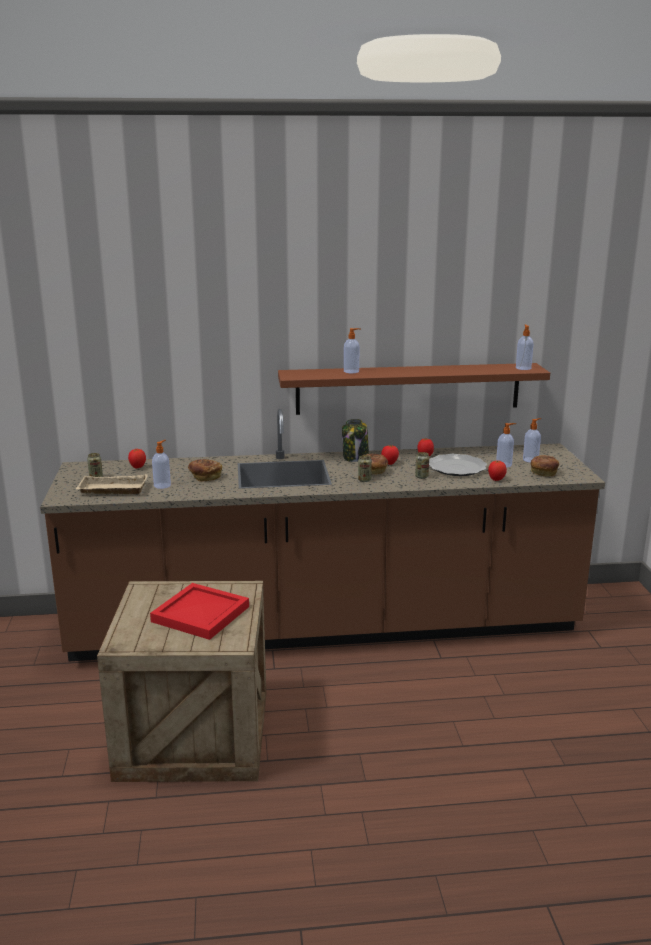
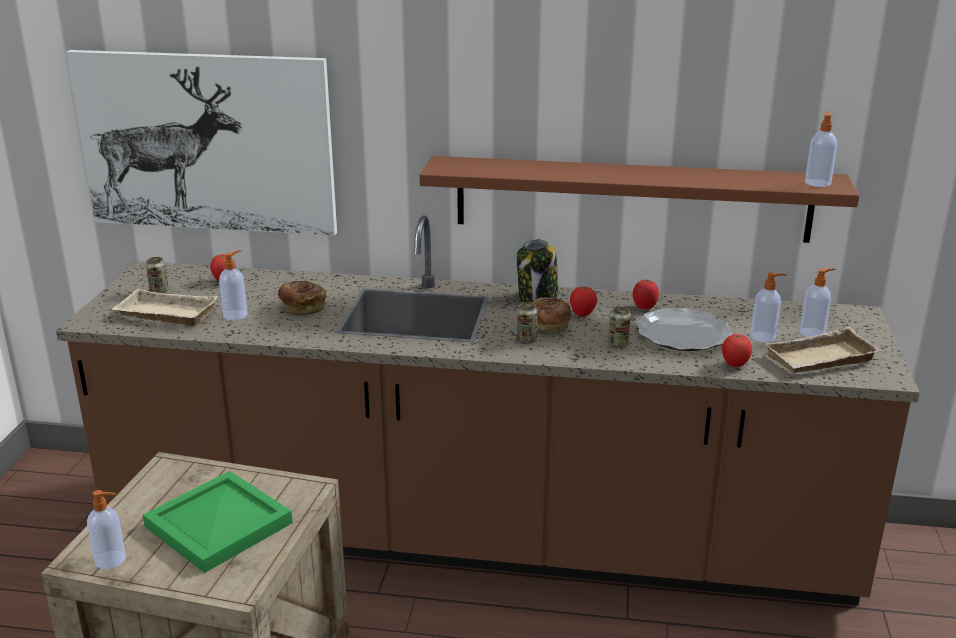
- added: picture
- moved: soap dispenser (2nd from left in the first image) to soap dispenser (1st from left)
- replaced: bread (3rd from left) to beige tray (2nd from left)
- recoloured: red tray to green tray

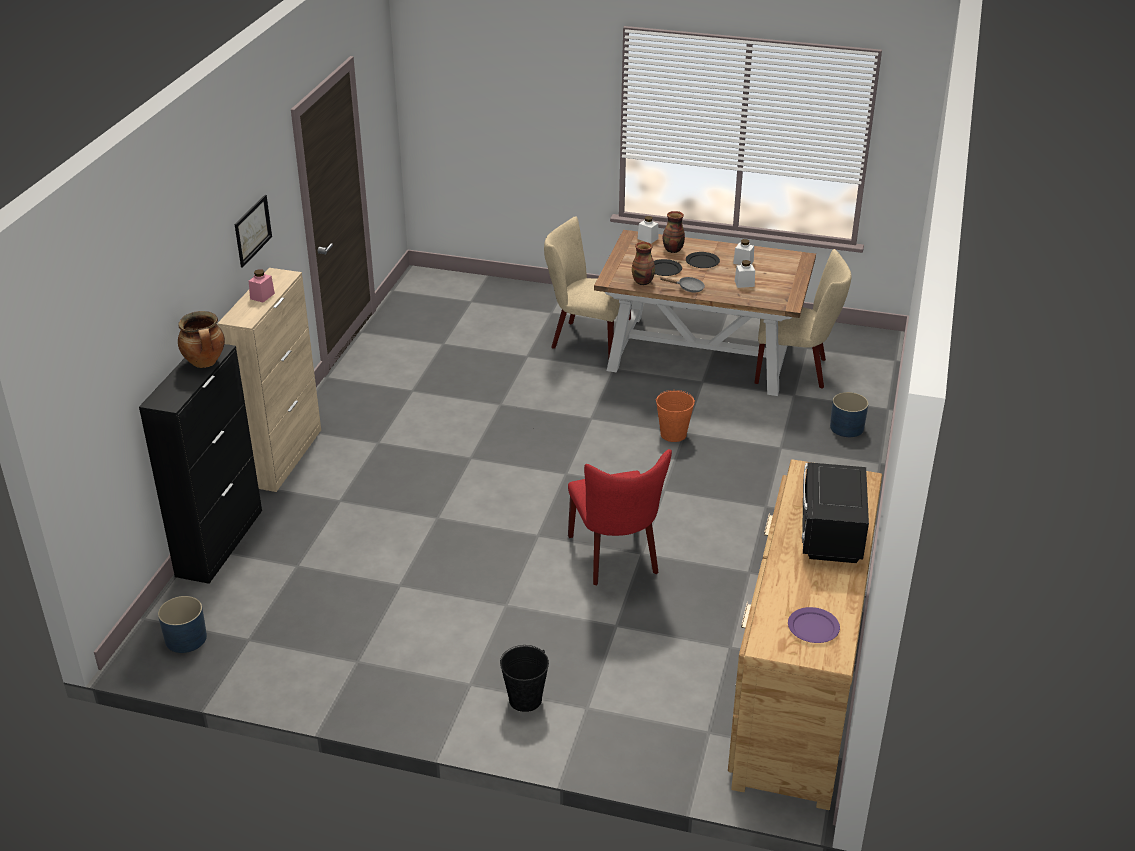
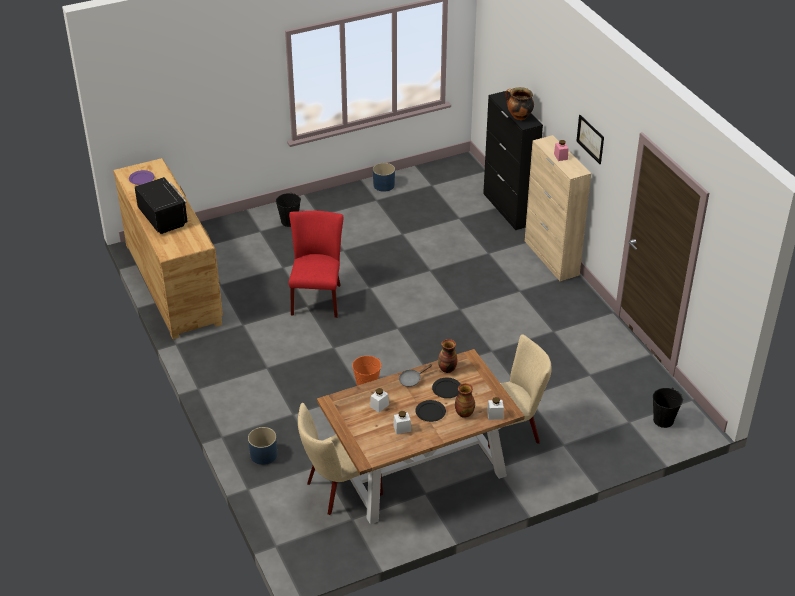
- added: black bucket (2nd from left)
- moved: blue planter (1st from left in the first image) to blue planter (2nd from left)
- turned: red chair 60 degrees clockwise

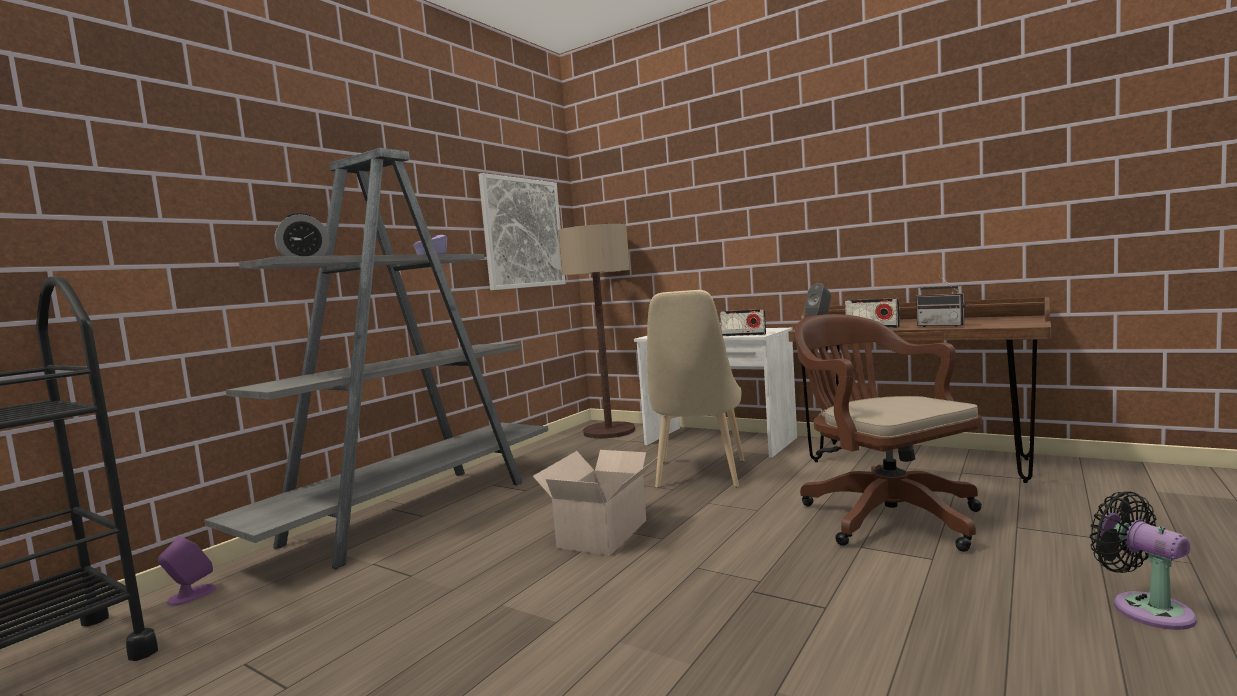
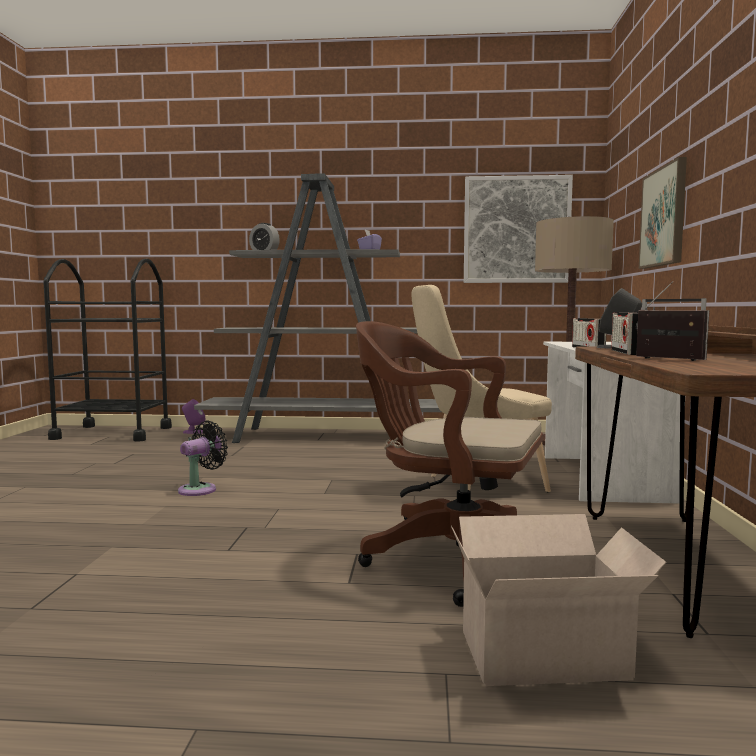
- added: picture (2nd from left)
- moved: cardboard box
- moved: black fan
- turned: brown office chair 105 degrees counterclockwise
- turned: radio (3rd from left) 120 degrees clockwise

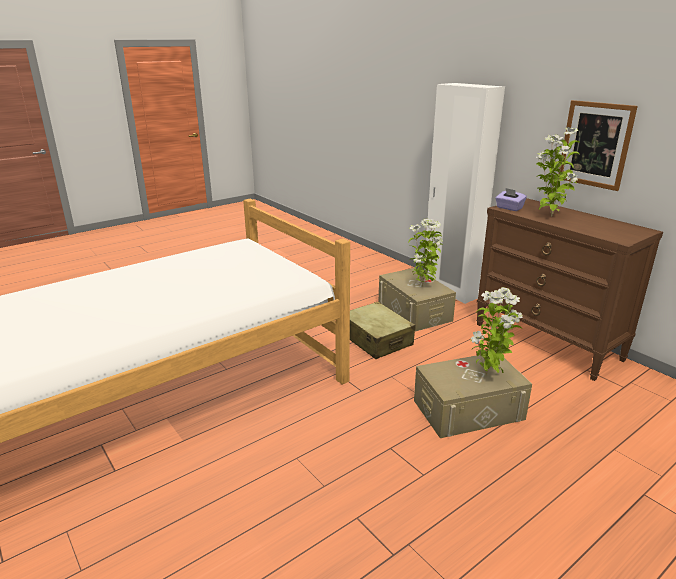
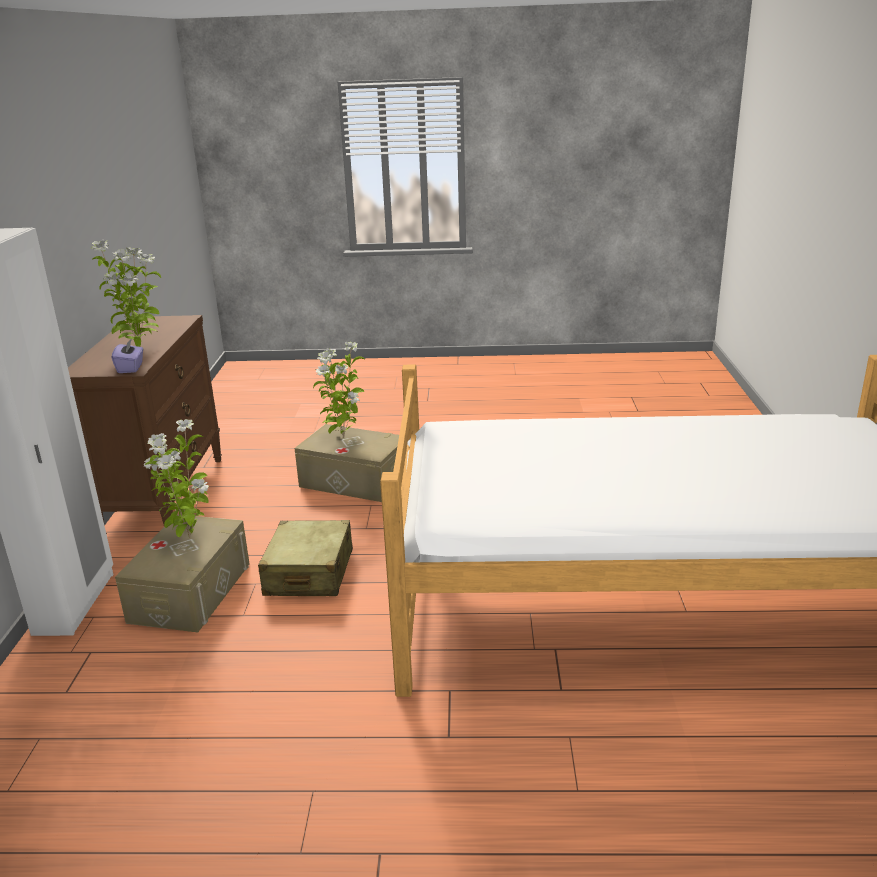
- removed: picture

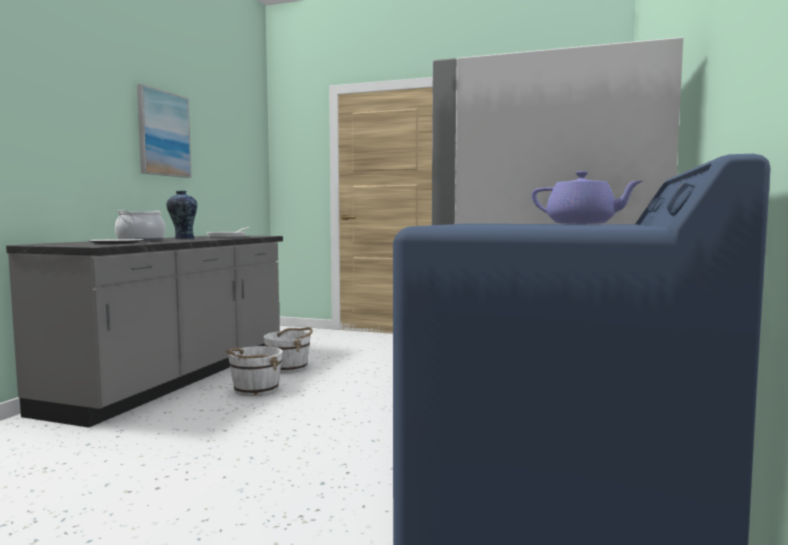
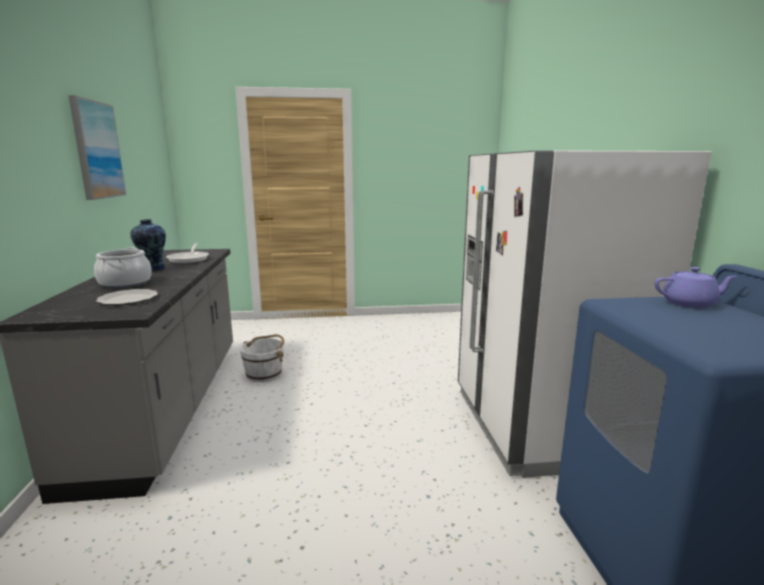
- removed: white bucket (1st from left)

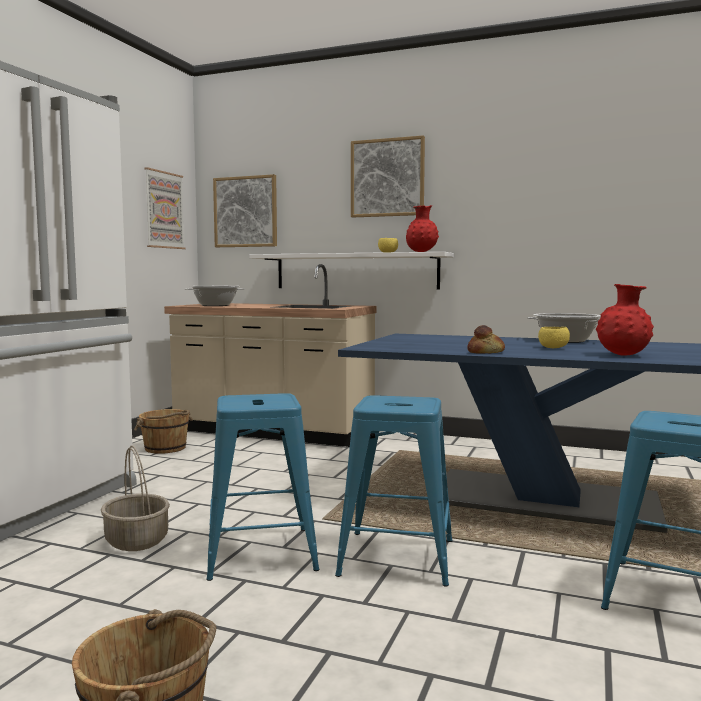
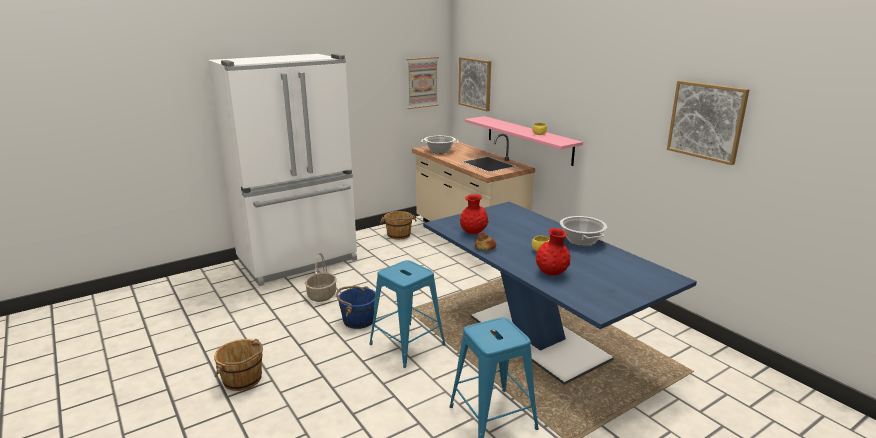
- moved: picture (3rd from left)
- moved: red vase (1st from left)
- replaced: blue stool (1st from left) to blue bucket
- recoloured: white shelf to pink shelf

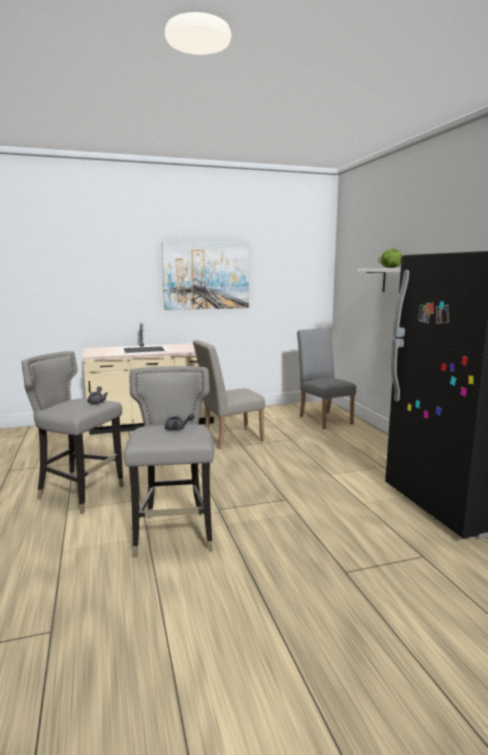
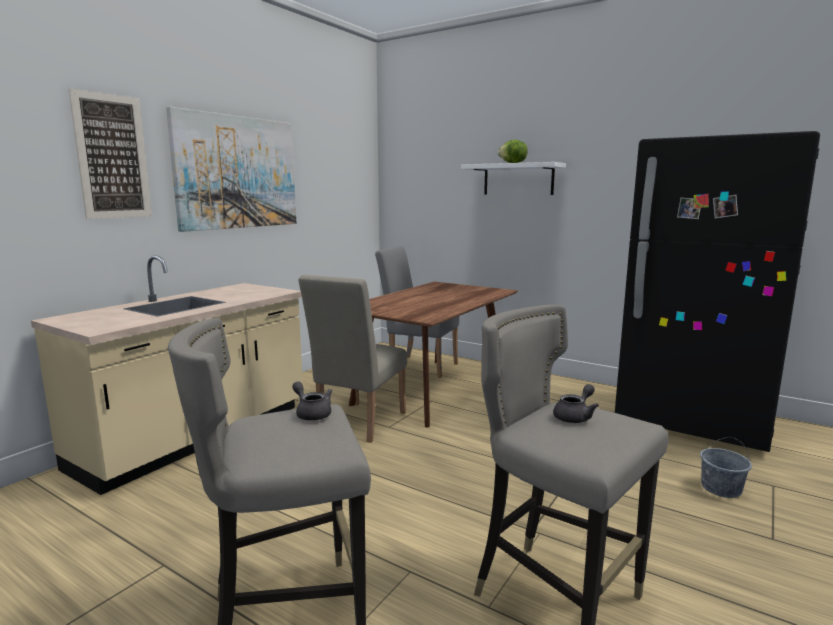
- added: picture (1st from left)
- added: brown dining table
- added: grey bucket

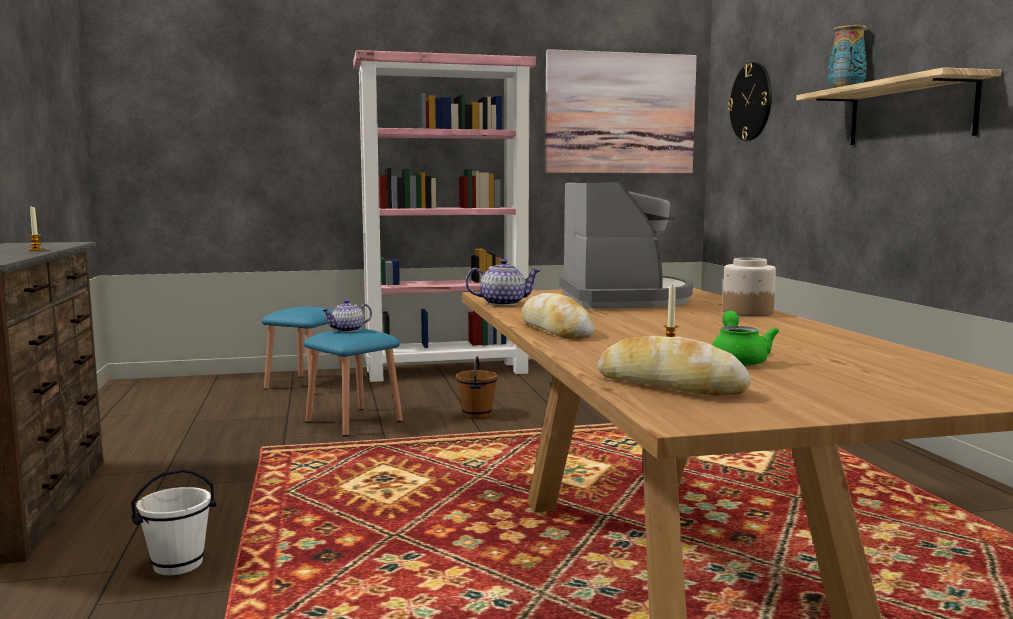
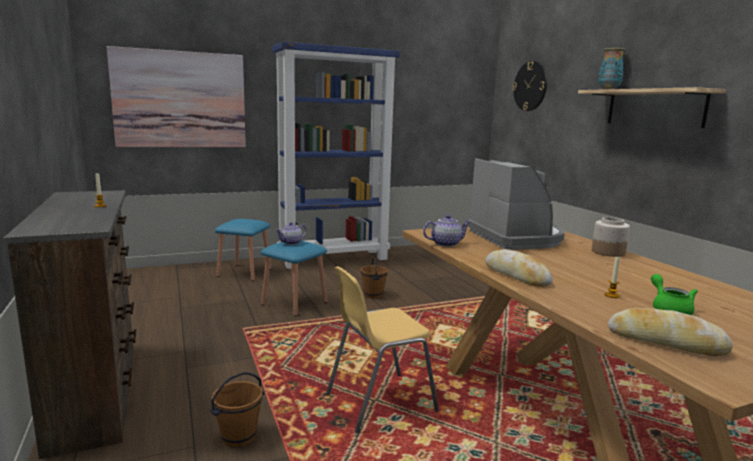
- added: yellow chair
- moved: picture
- recoloured: white bucket to brown bucket (1st from left)
- recoloured: pink bookcase to blue bookcase

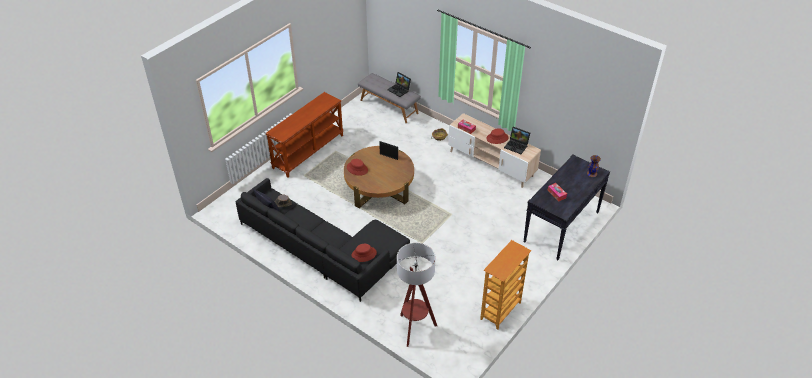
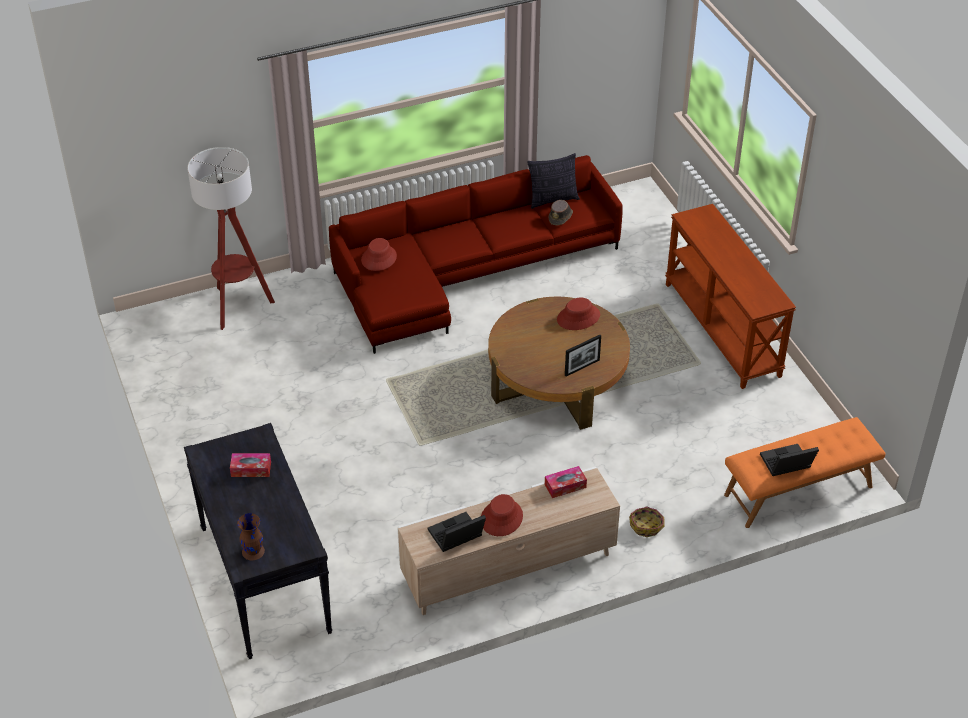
- removed: bookcase
- recoloured: black sofa to red sofa
- recoloured: grey bench to orange bench

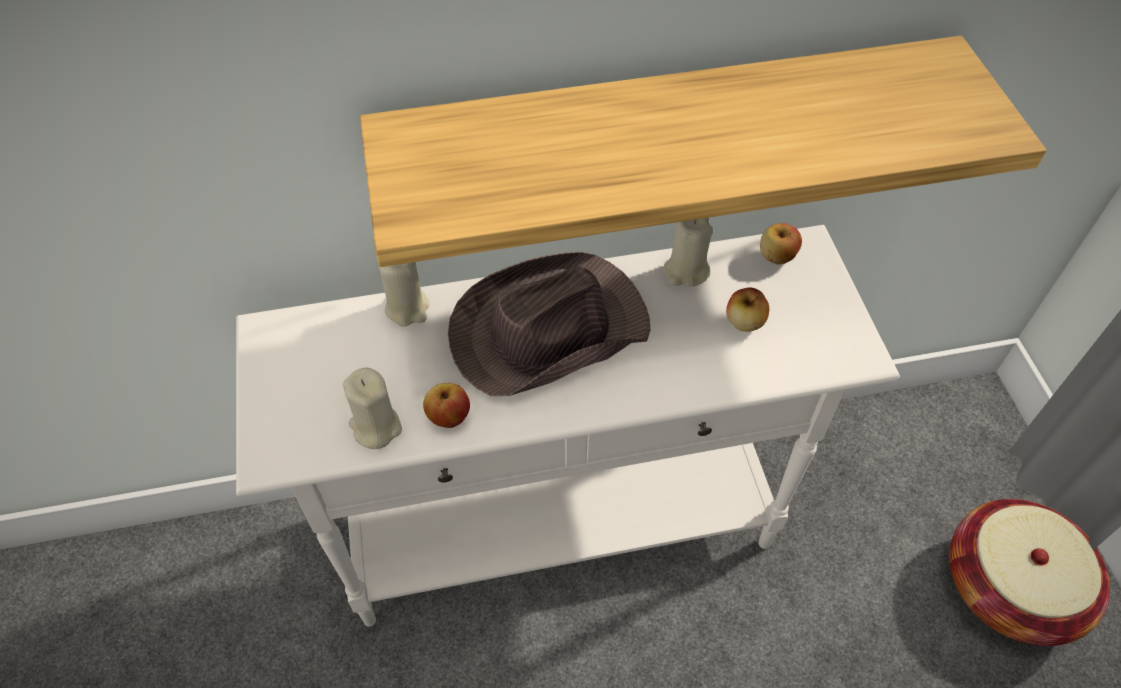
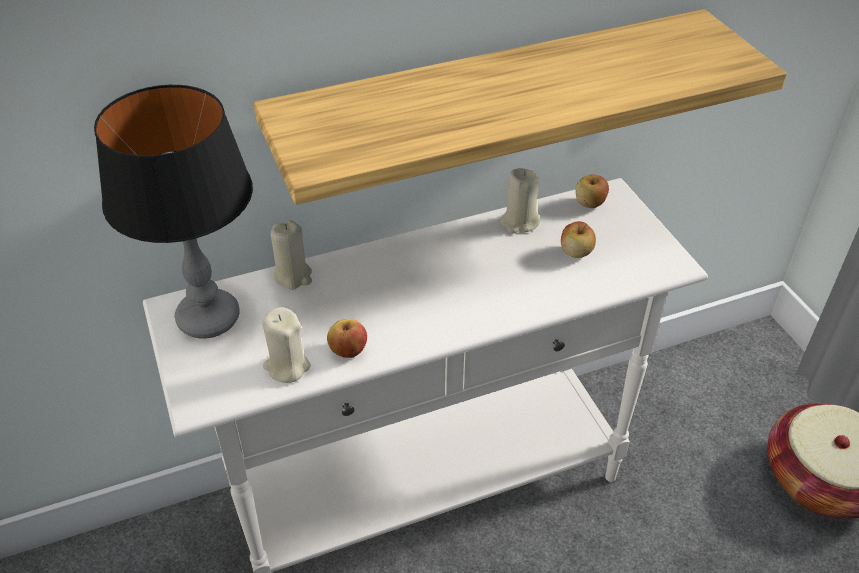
- removed: brown hat
- added: table lamp

